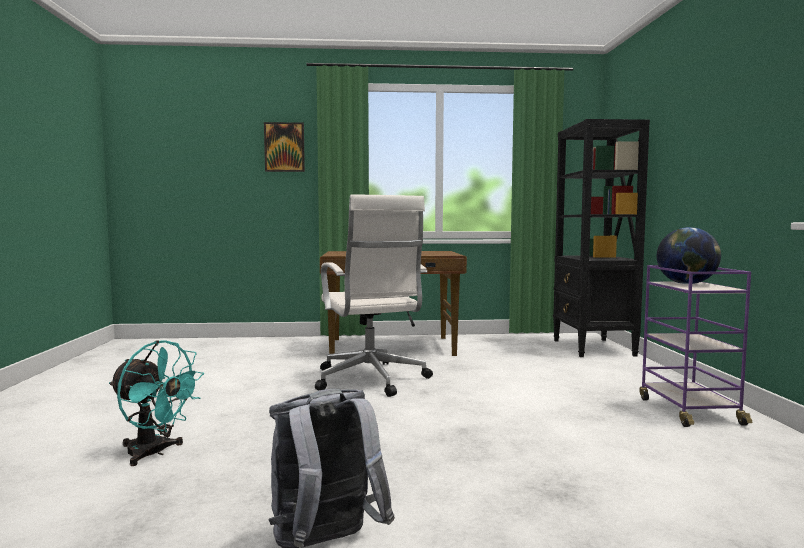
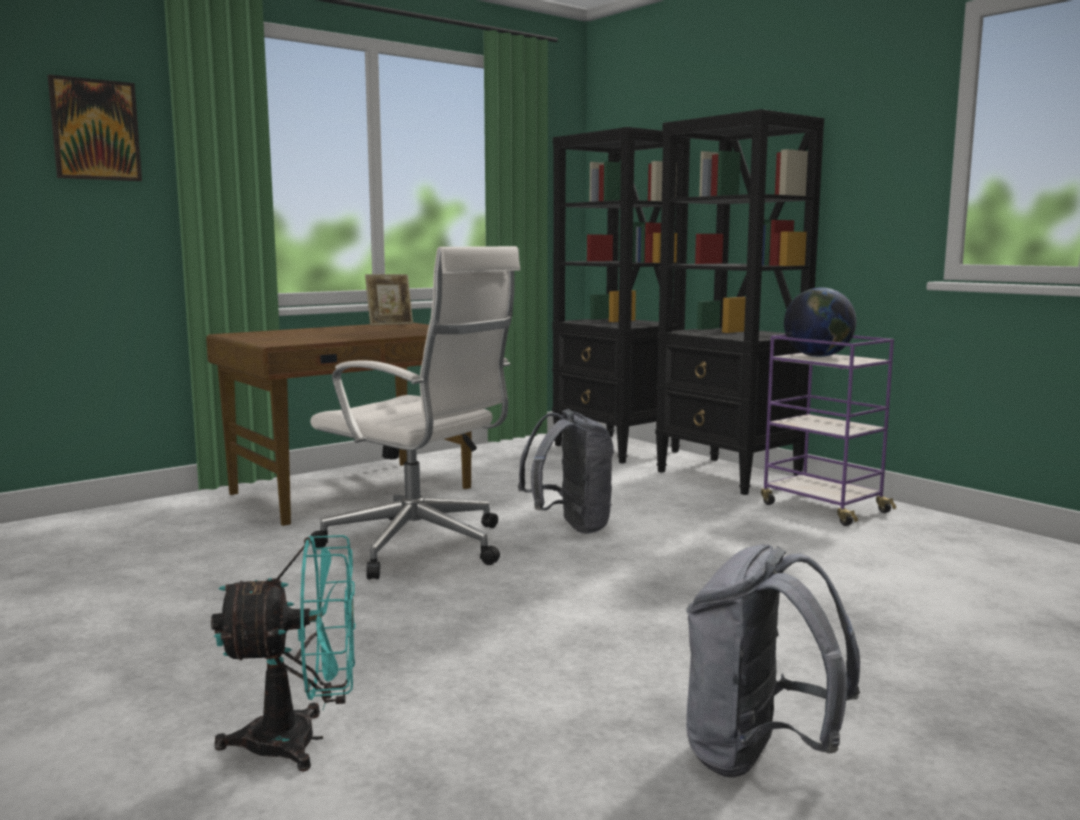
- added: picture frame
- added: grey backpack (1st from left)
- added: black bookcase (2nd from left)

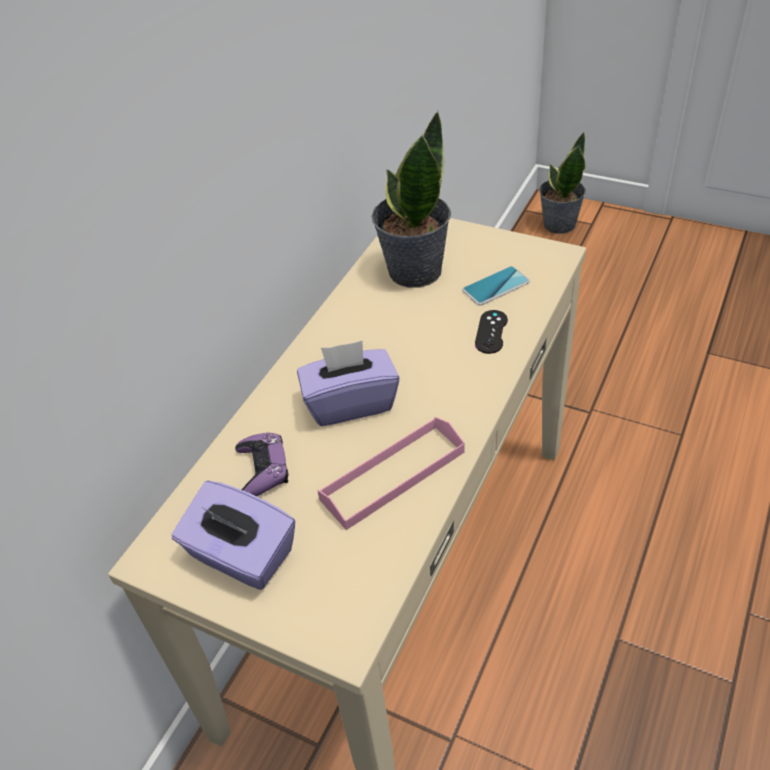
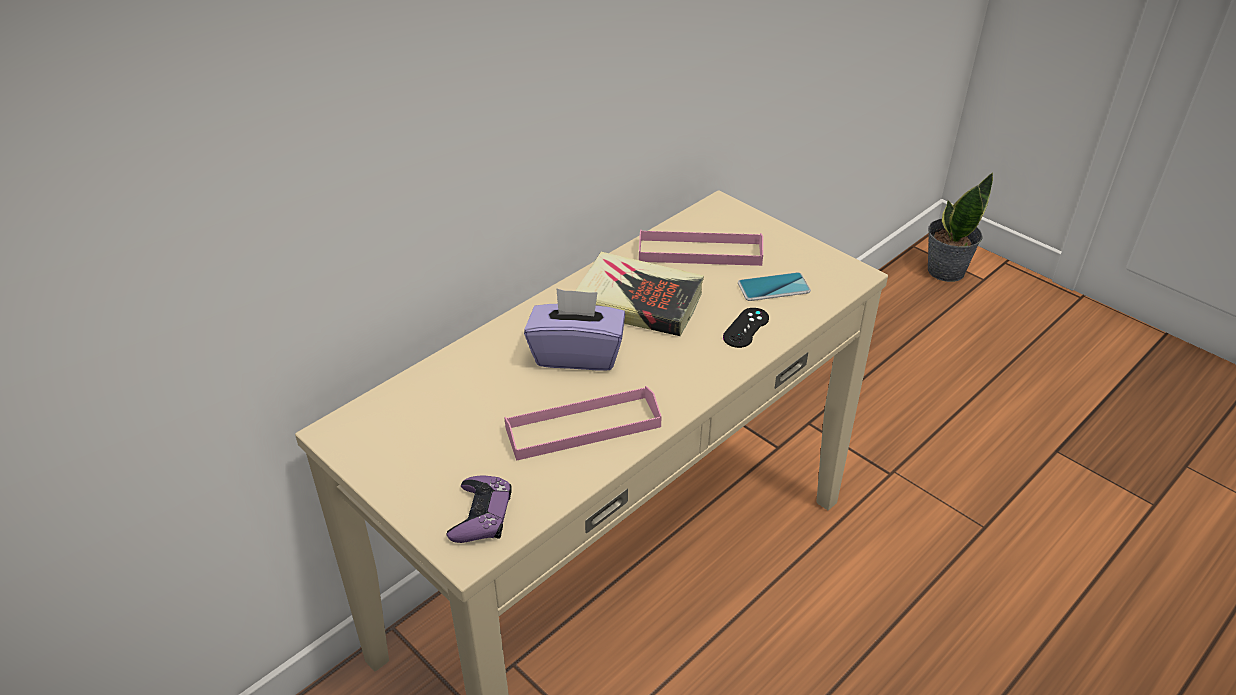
- removed: purple tissue box (1st from left)
- added: book
- moved: purple game controller
- replaced: potted plant (1st from left) to pink tray (2nd from left)

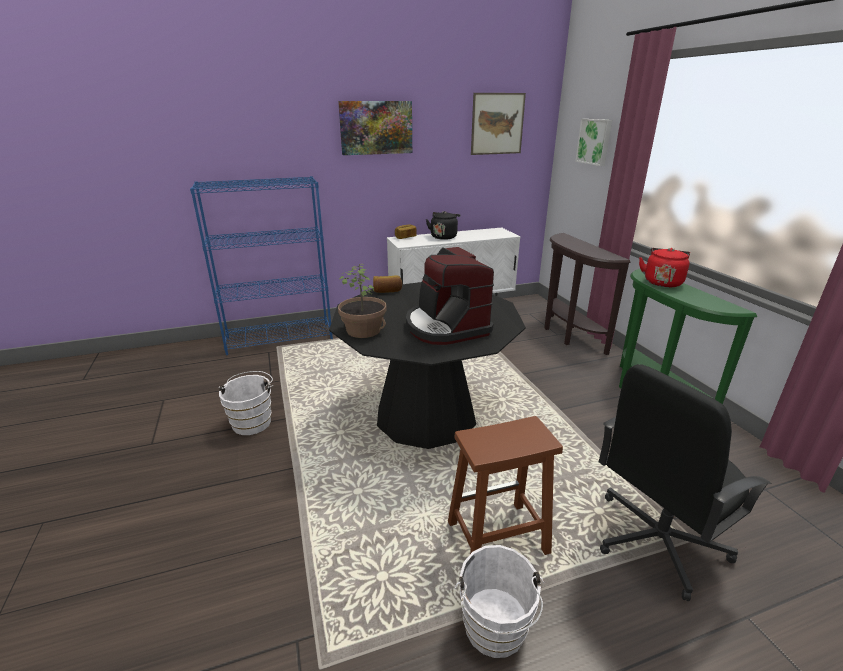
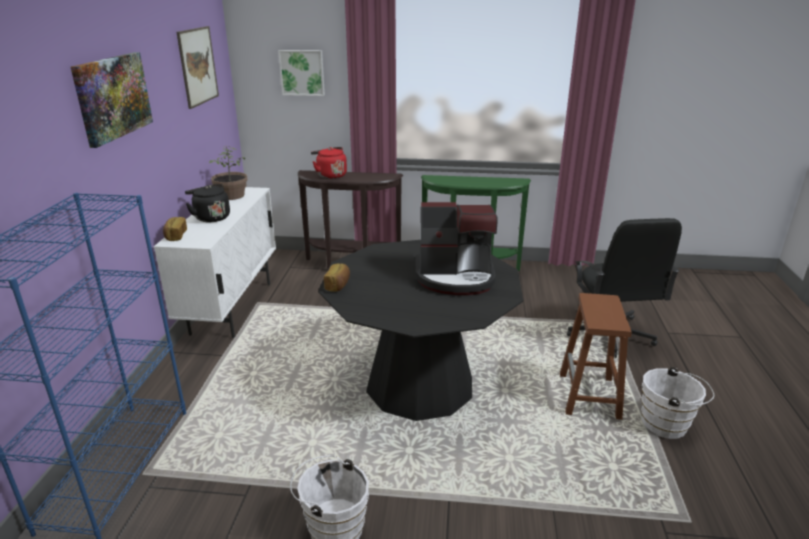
- moved: potted plant
- moved: red kettle

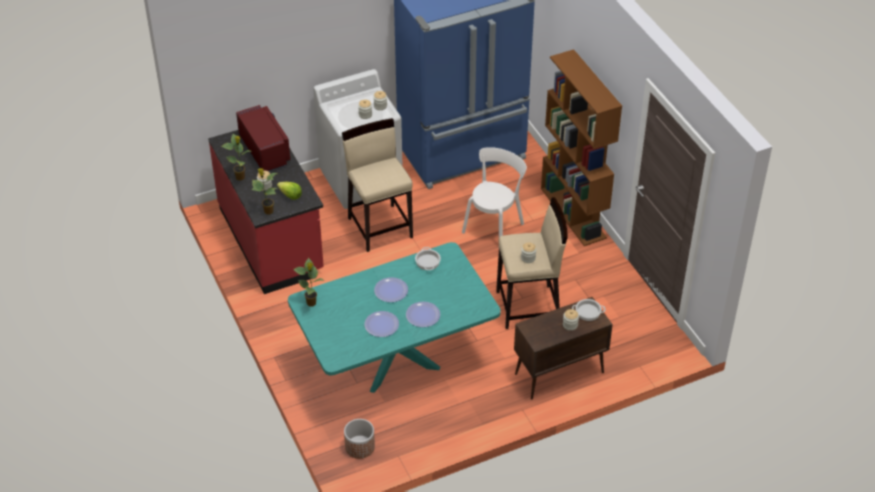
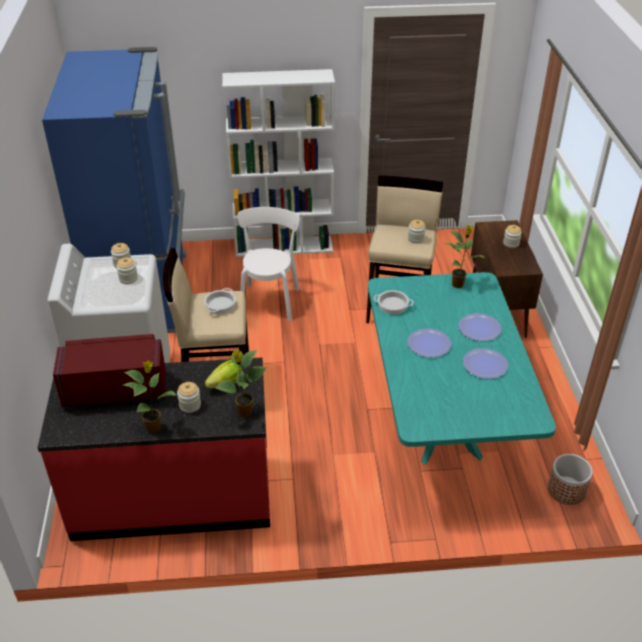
- moved: potted plant (3rd from left)
- moved: cooking pot (2nd from left in the first image) to cooking pot (1st from left)
- recoloured: brown bookcase to white bookcase
- turned: white chair 45 degrees clockwise

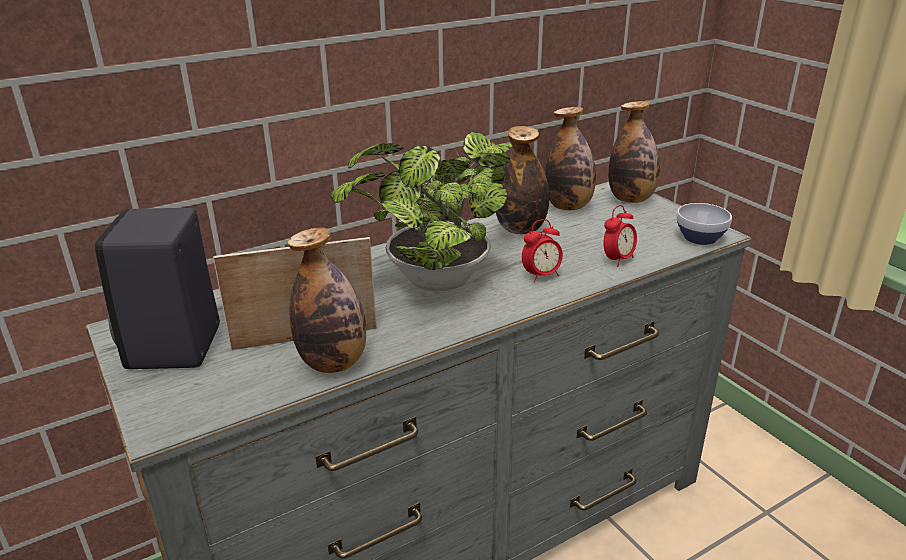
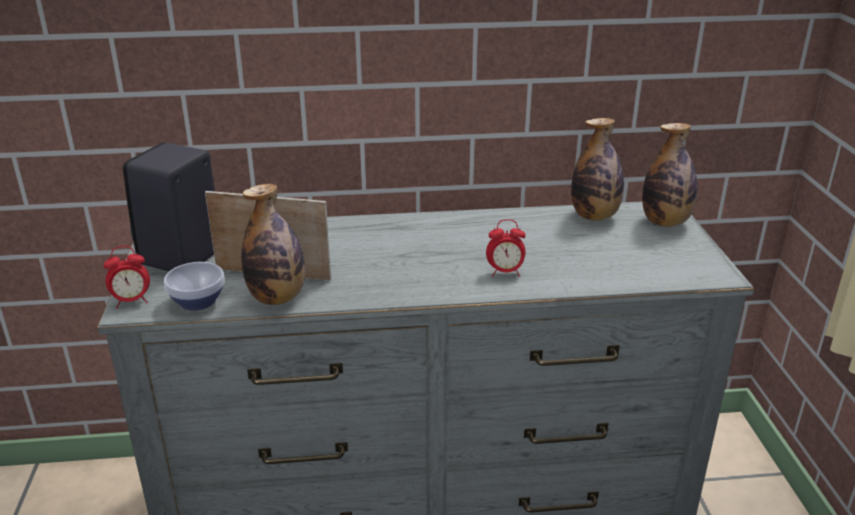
- removed: potted plant
- removed: bottle (2nd from left)
- moved: alarm clock (2nd from left in the first image) to alarm clock (1st from left)
- moved: bowl

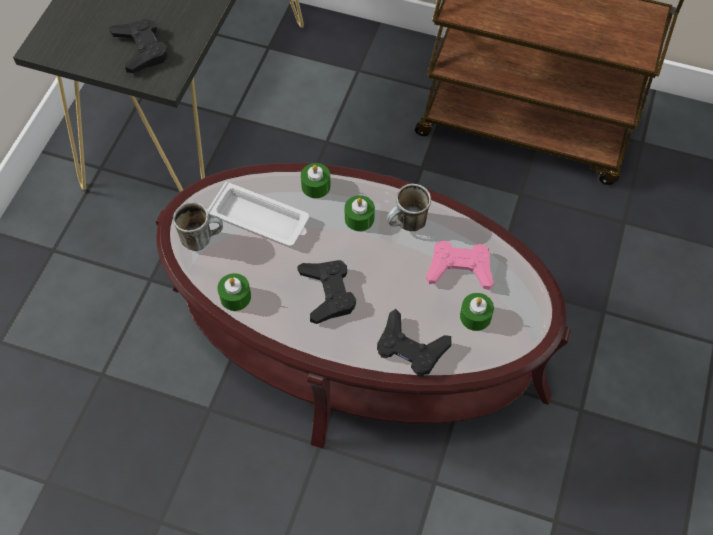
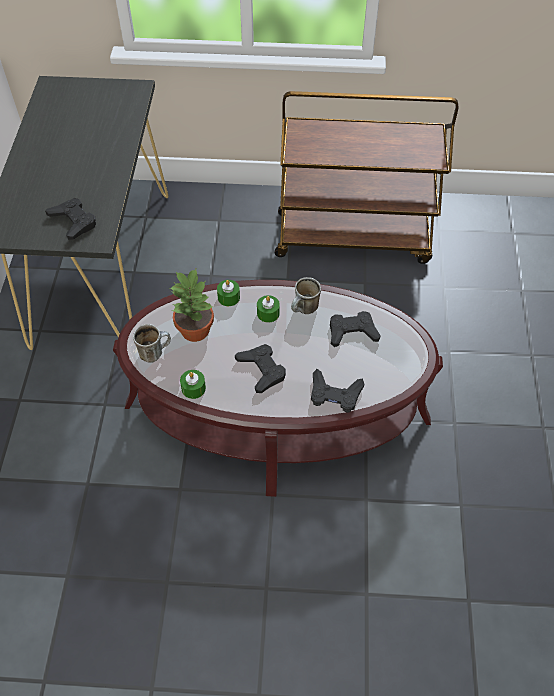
- removed: green candle (4th from left)
- replaced: white tray to potted plant
- recoloured: pink game controller to black game controller (4th from left)

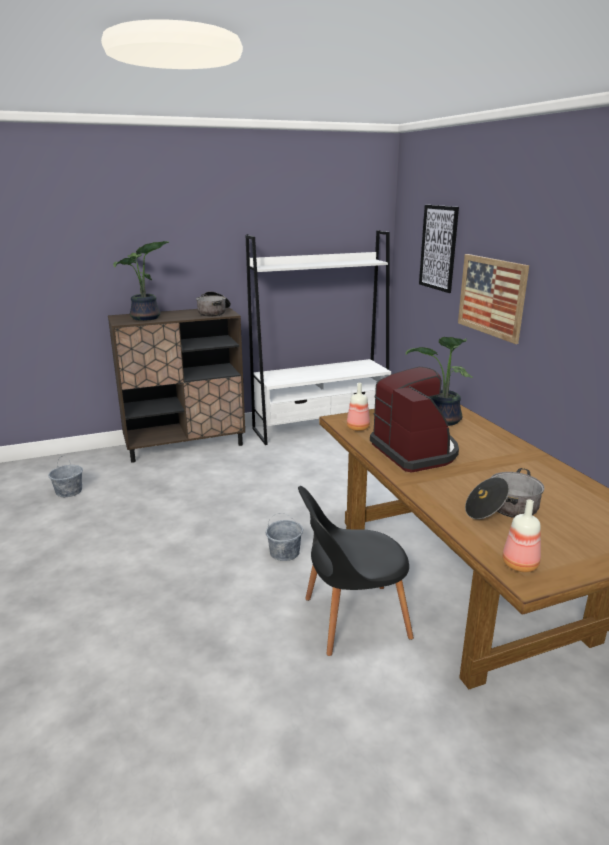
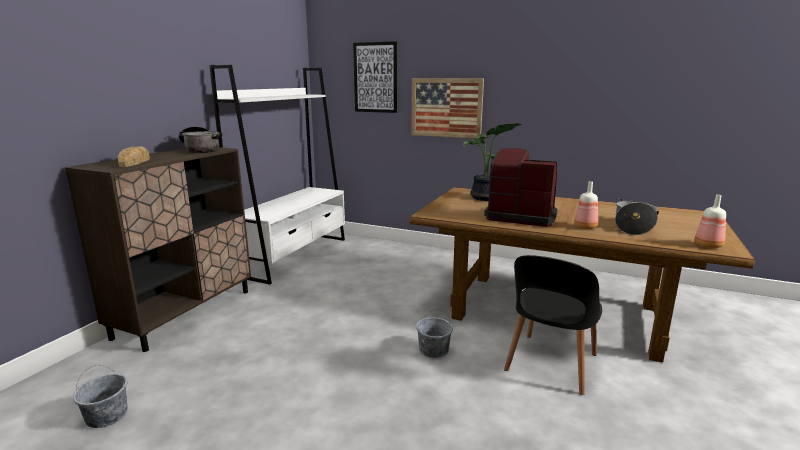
- moved: bottle (1st from left)
- replaced: potted plant (1st from left) to bread

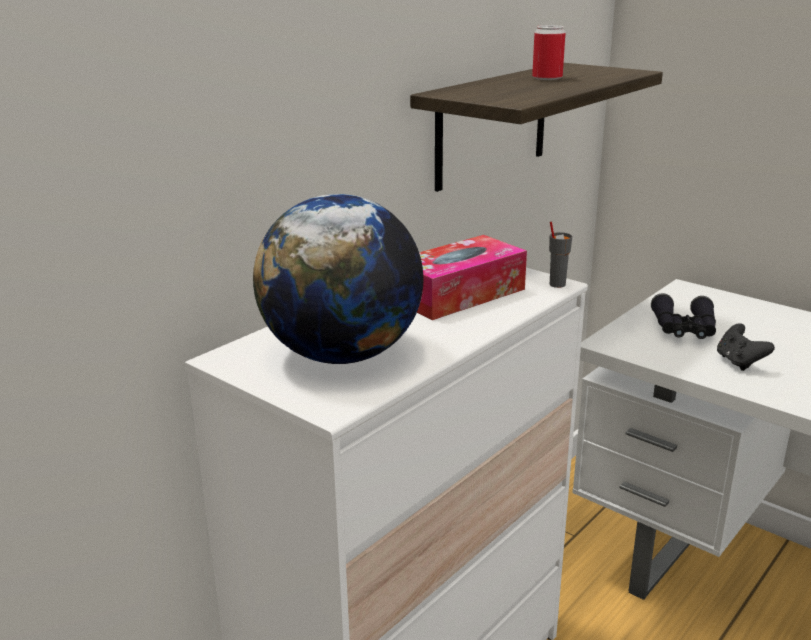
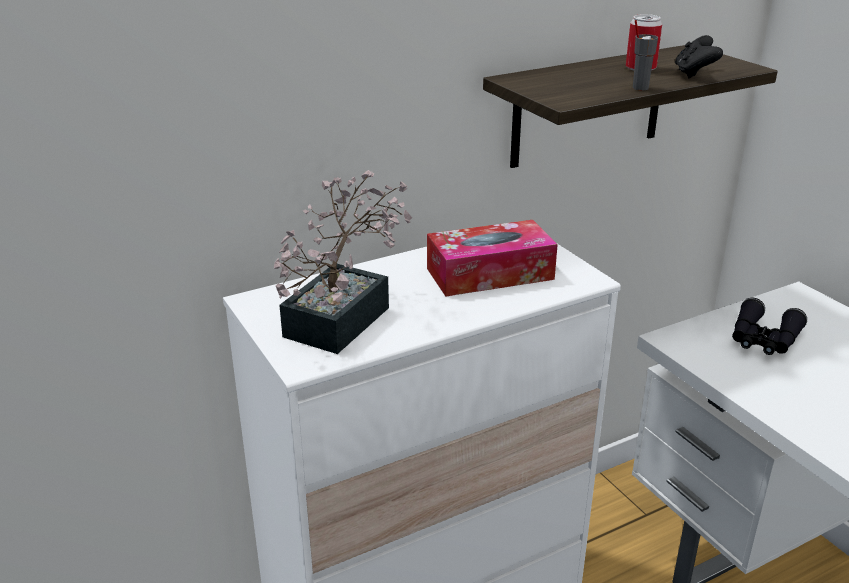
- moved: grey cup
- moved: black game controller
- replaced: globe to potted plant

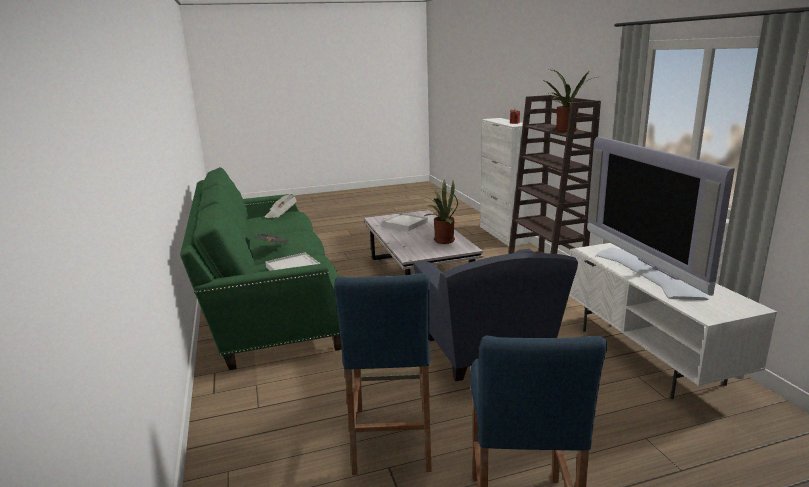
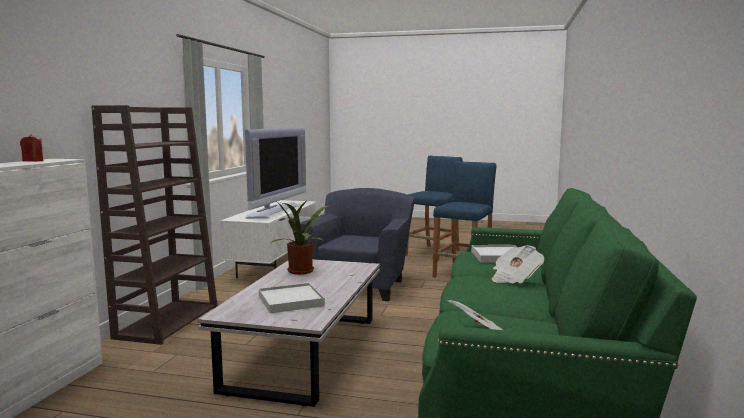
- removed: potted plant (2nd from left)

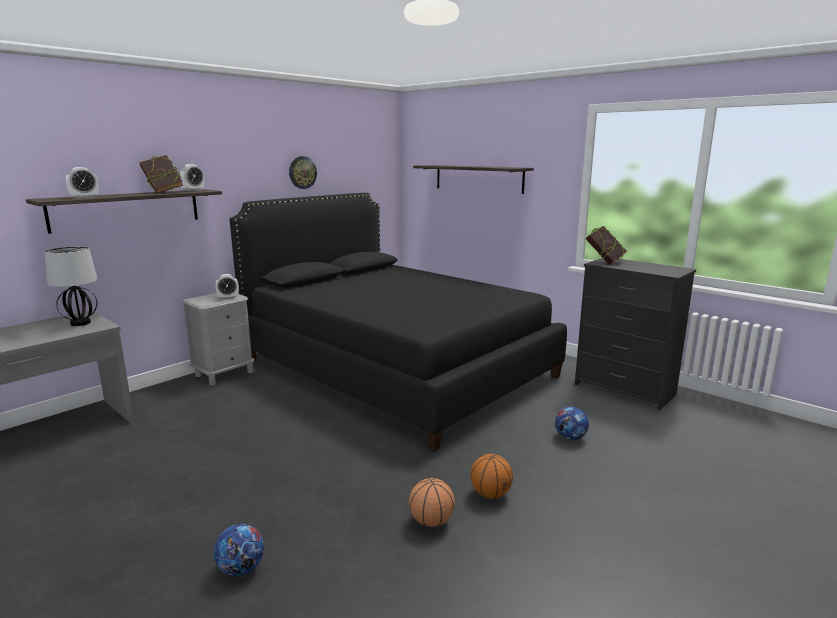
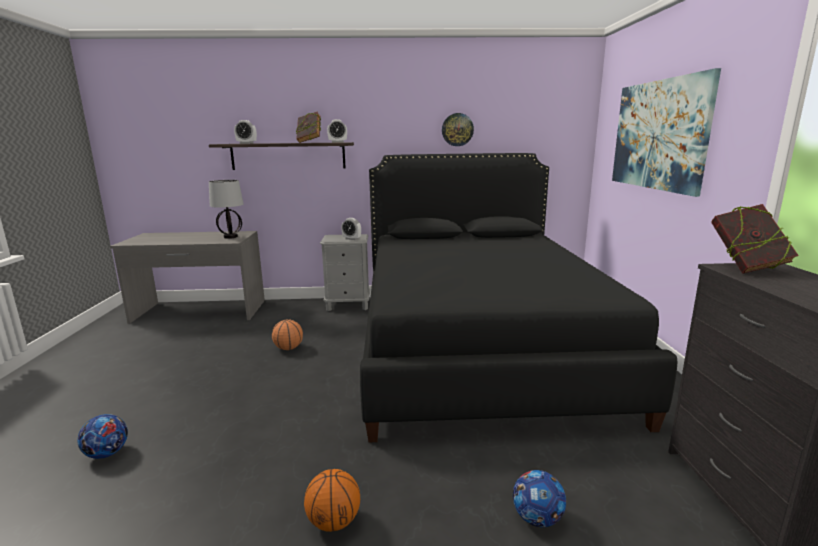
- moved: basketball (1st from left)
- replaced: shelf (2nd from left) to picture

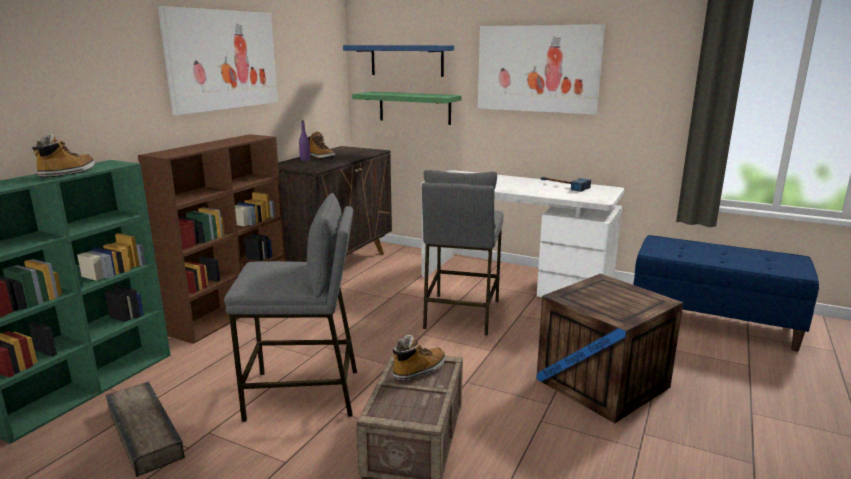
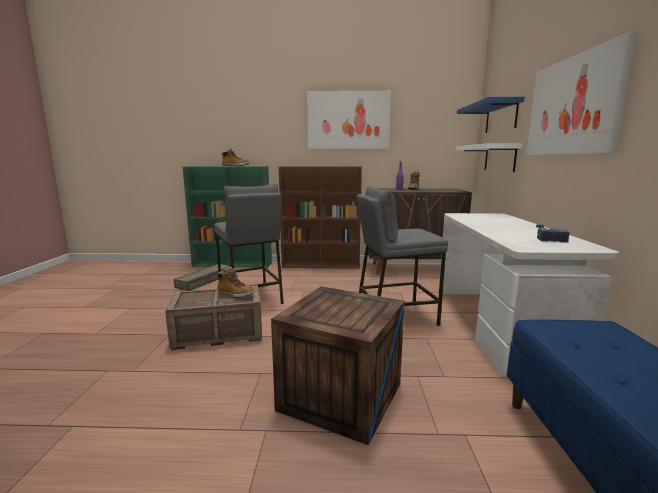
- recoloured: green shelf to white shelf

